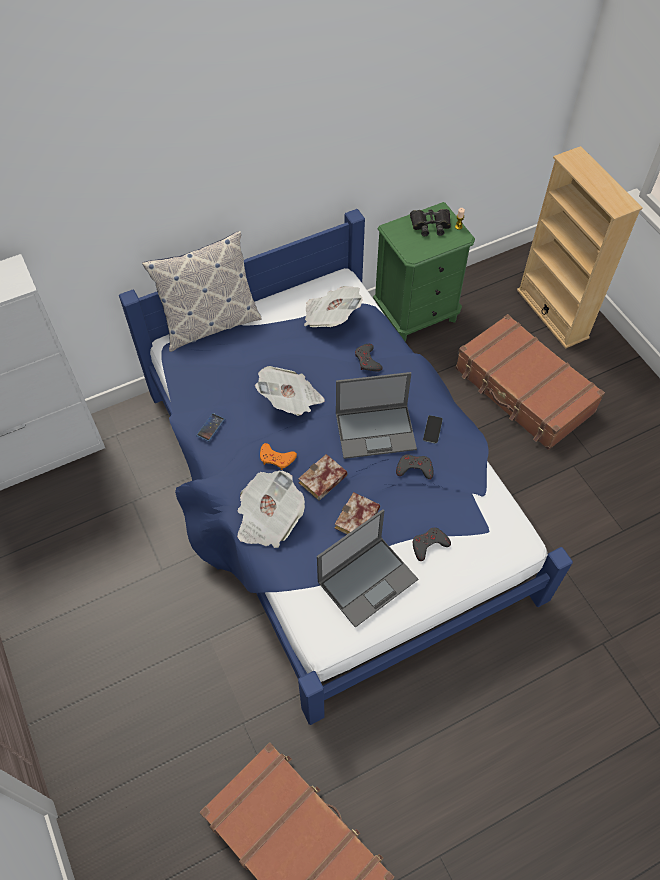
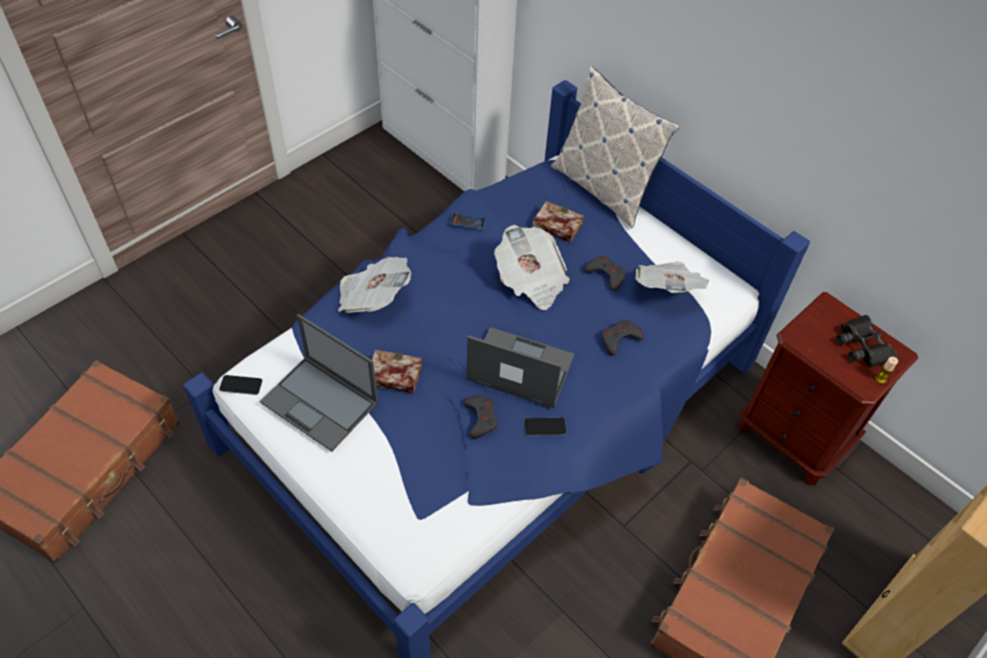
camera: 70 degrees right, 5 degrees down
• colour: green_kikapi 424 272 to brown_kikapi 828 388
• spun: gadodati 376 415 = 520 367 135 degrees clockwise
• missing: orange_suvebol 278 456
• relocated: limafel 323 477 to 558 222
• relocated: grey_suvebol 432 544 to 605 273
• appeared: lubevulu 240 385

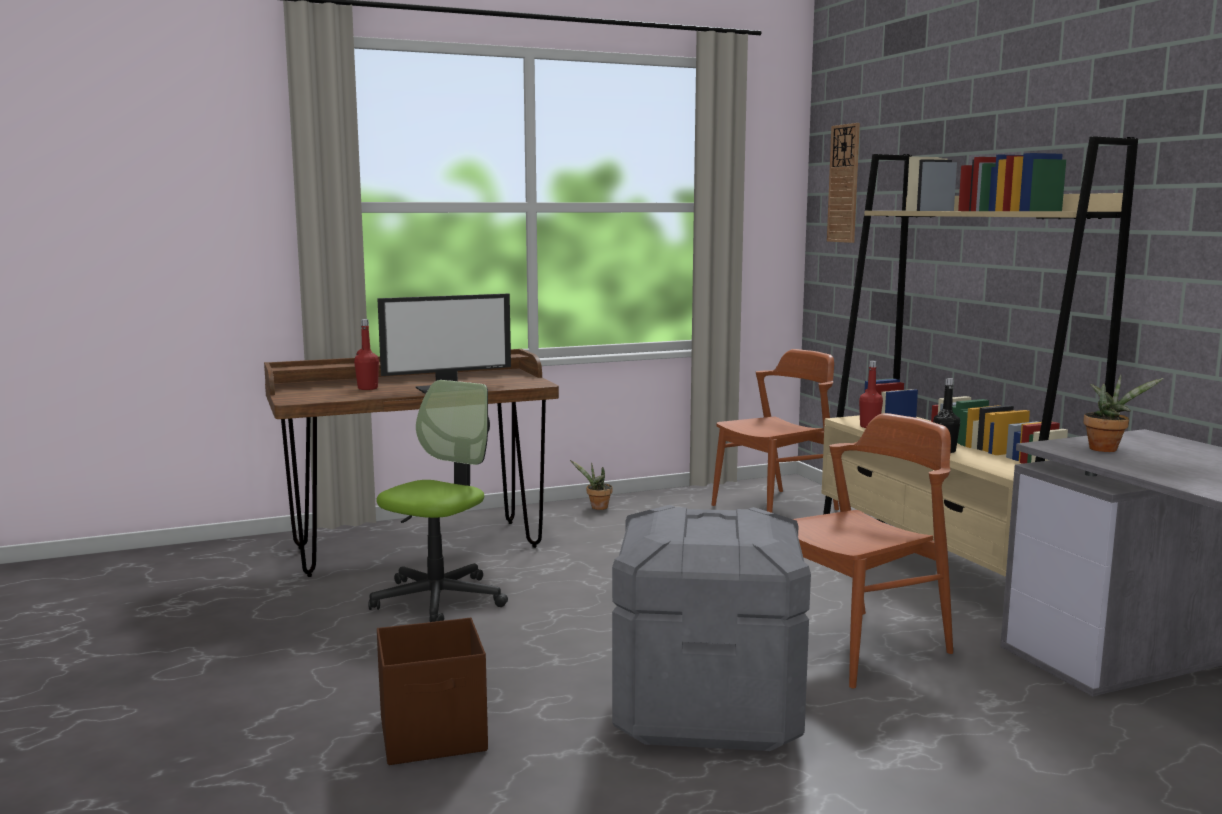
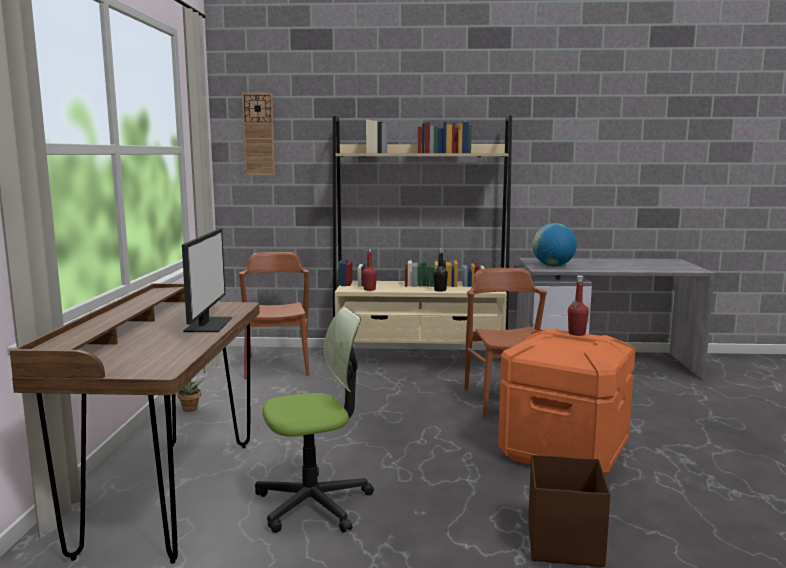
camera: 65 degrees left, 0 degrees up
• relocated: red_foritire 366 354 to 578 306
• exchanged: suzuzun 1124 413 to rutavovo 554 244
• spun: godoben 438 501 = 314 420 105 degrees clockwise
• colour: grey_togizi 711 628 to orange_togizi 566 402

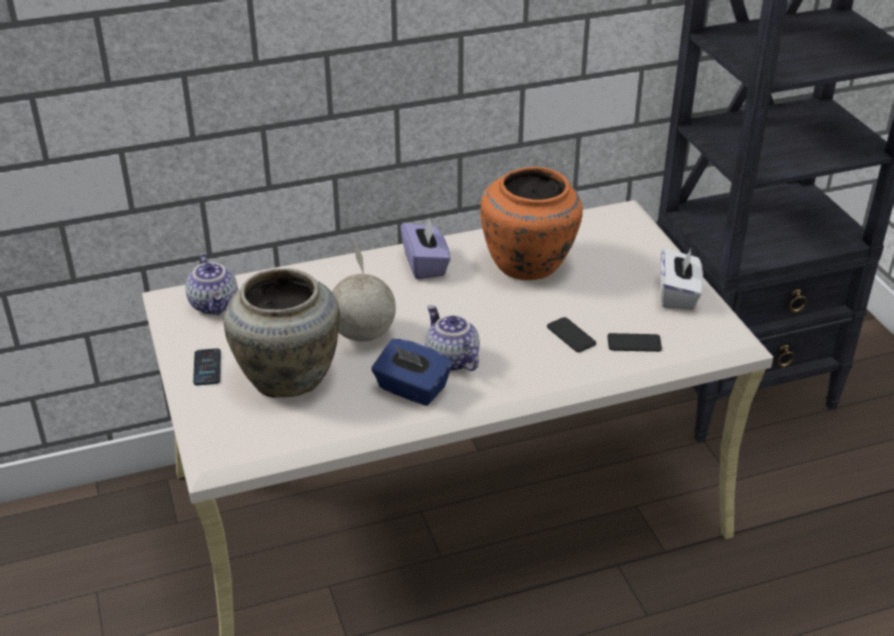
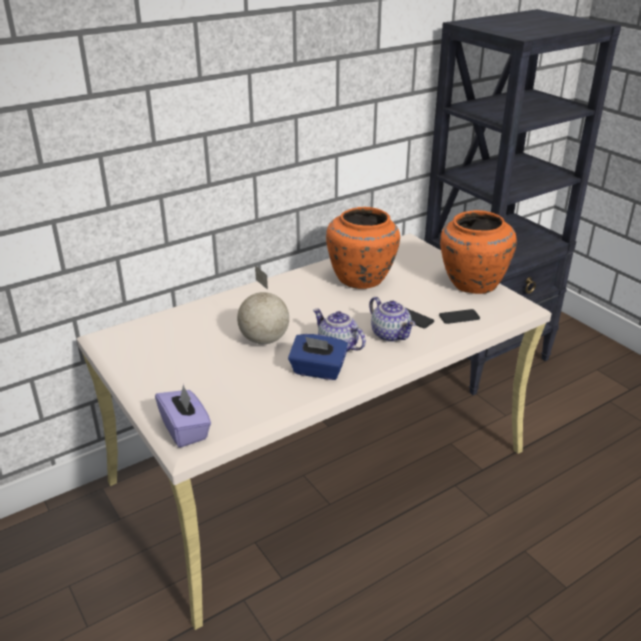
camera: 15 degrees left, 5 degrees down
• relocated: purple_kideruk 425 248 to 183 416
• exchanged: white_kideruk 681 278 to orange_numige 478 252
• relocated: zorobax 211 284 to 392 319
• missing: beige_numige 282 333
• missing: lubevulu 207 366

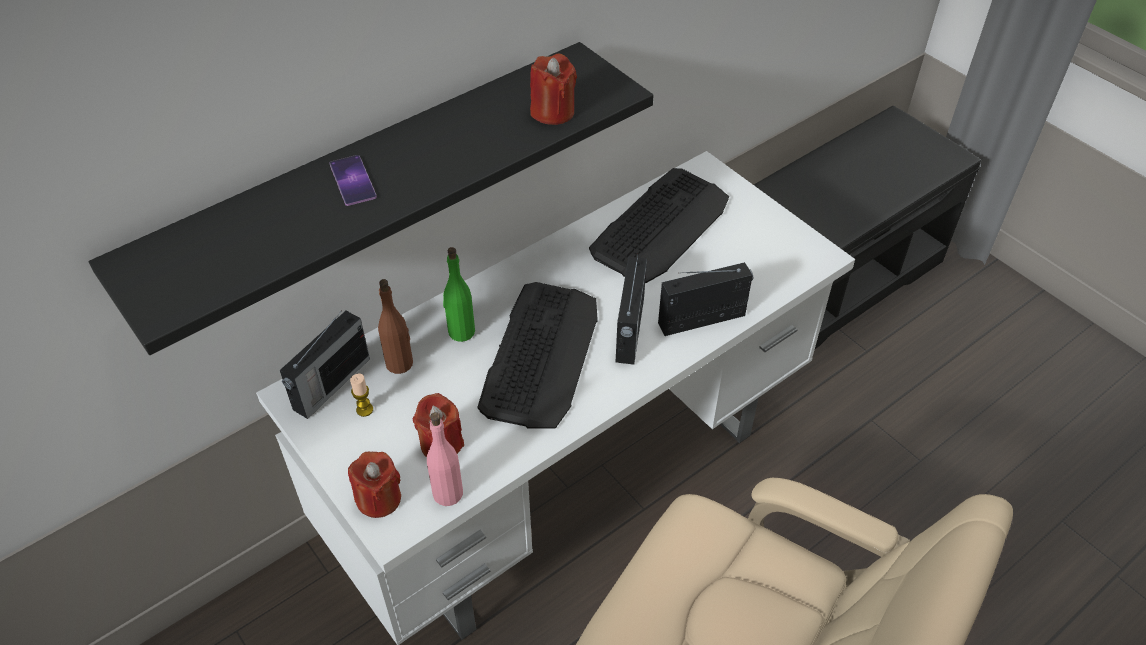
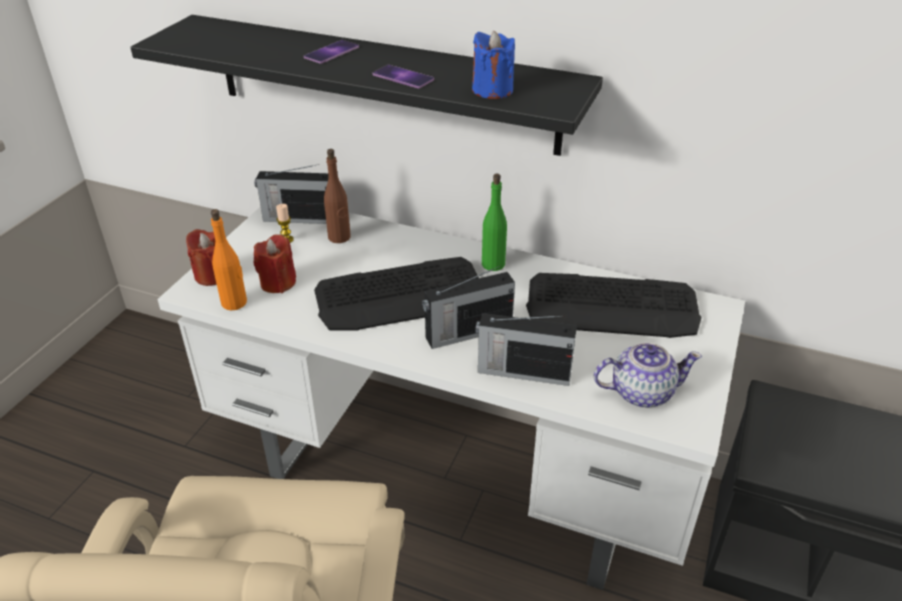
camera: 60 degrees right, 10 degrees down
• colour: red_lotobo 553 89 to blue_lotobo 493 65
• relocated: green_foritire 459 294 to 494 222
• spun: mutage 705 299 = 526 349 150 degrees clockwise
• colour: pink_foritire 445 459 to orange_foritire 229 259
• appeared: lubevulu 403 76
• appeared: zorobax 648 375

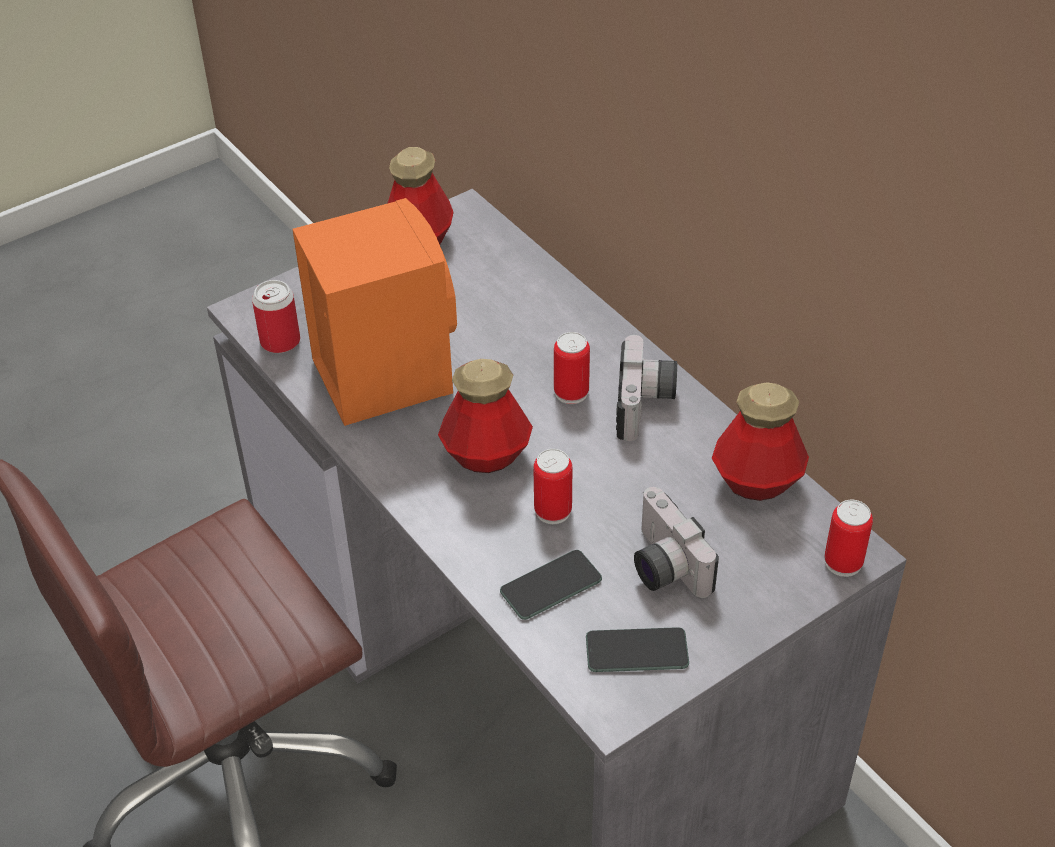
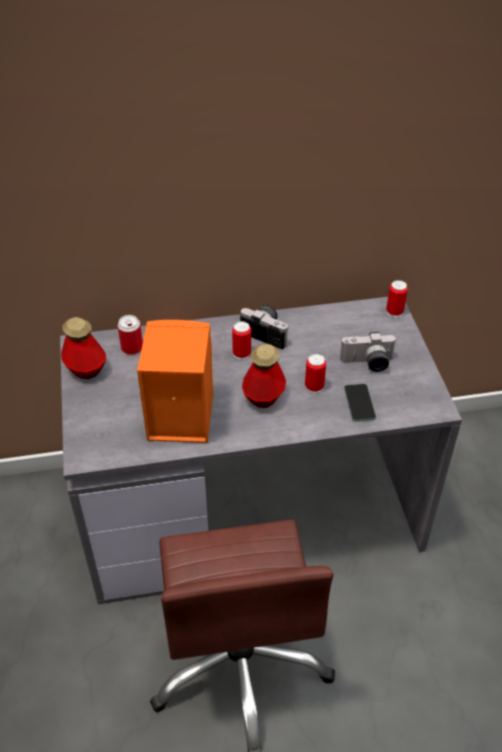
camera: 65 degrees left, 0 degrees up
• relocated: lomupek 276 316 to 130 335
• missing: foritire 760 442
• missing: lubevulu 637 649

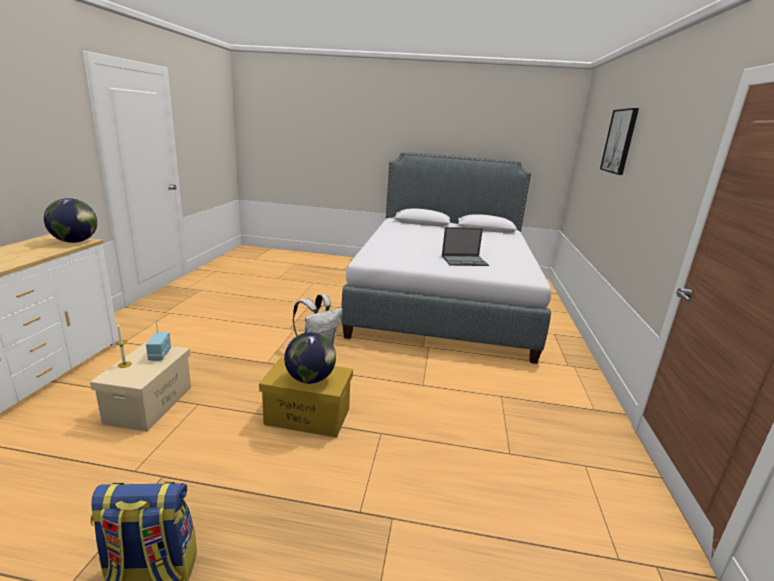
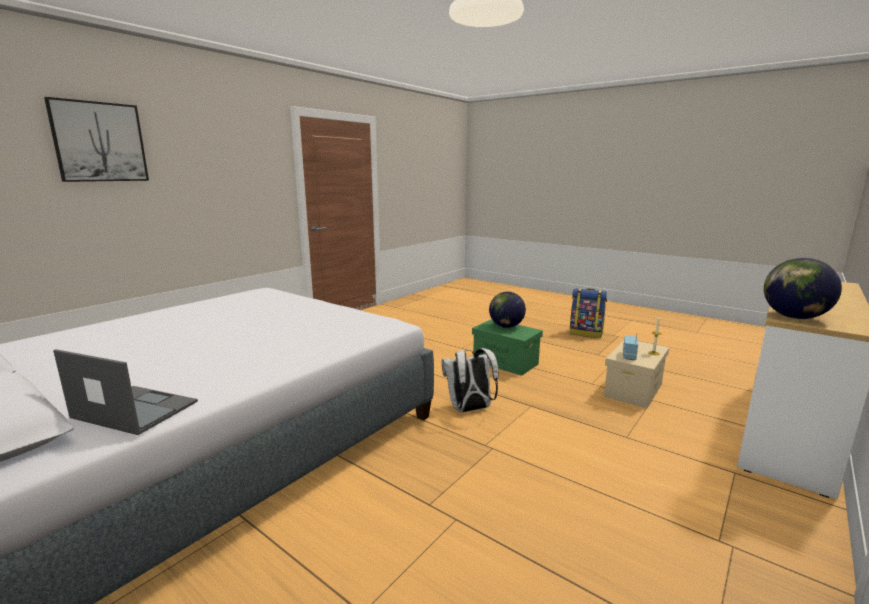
camera: 150 degrees left, 5 degrees down
• relocated: gadodati 465 246 to 125 392
• colour: yellow_togizi 306 398 to green_togizi 507 347

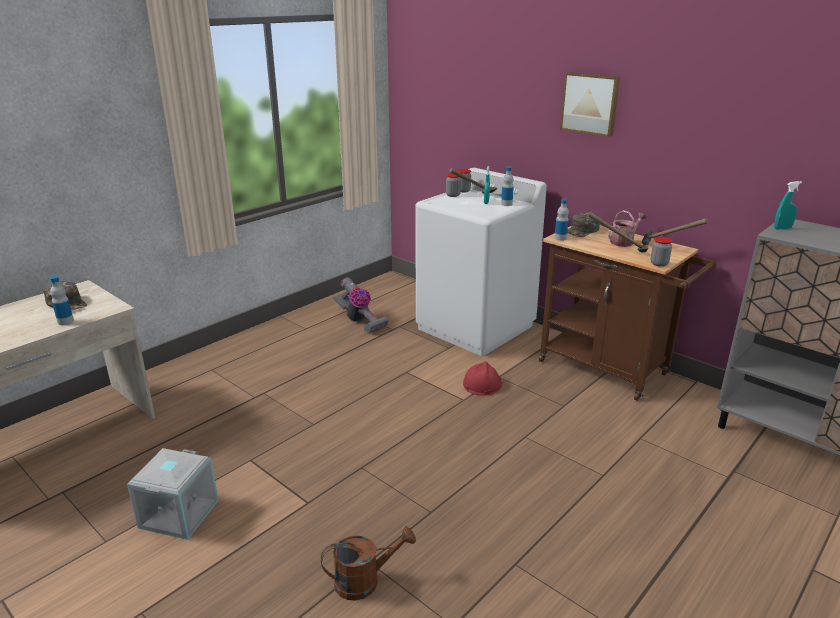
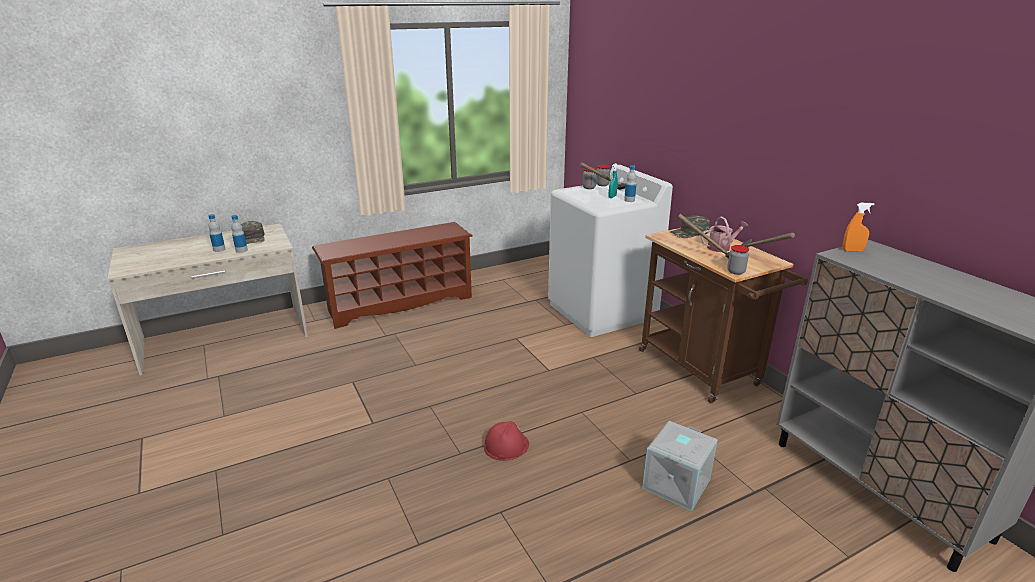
camera: 20 degrees right, 0 degrees up
• missing: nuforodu 590 104
• colour: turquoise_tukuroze 788 205 to orange_tukuroze 858 227
• relocated: foritire 561 220 to 216 233
• missing: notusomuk 361 305
• relocated: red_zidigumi 482 379 to 506 441
• relocated: grey_togizi 173 494 to 680 466
• missing: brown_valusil 368 563
• appeared: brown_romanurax 392 275

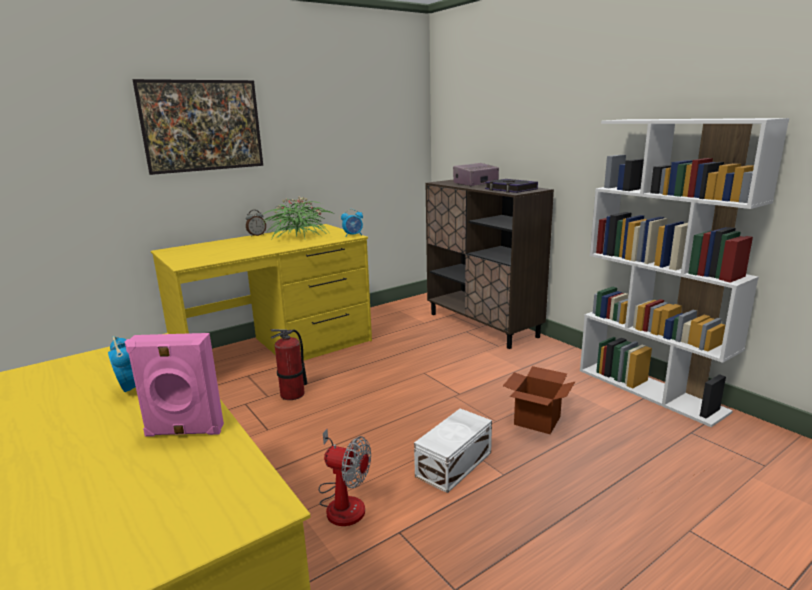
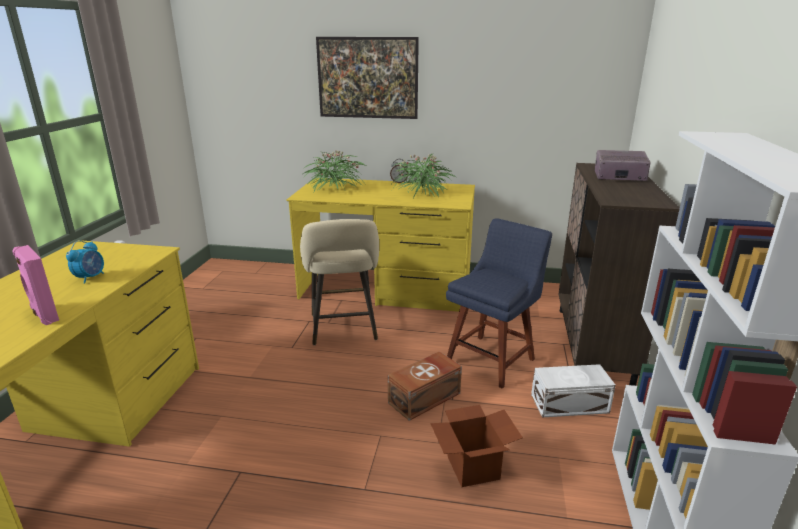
camera: 45 degrees right, 5 degrees up
• missing: limafel 511 186
• missing: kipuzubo 352 223
• exchanged: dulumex 289 364 to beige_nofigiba 339 282
• relocated: white_togizi 453 451 to 573 391
• missing: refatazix 345 477
• appeared: suzuzun 335 170
• appeared: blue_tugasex 499 303
• appeared: brown_togizi 425 386

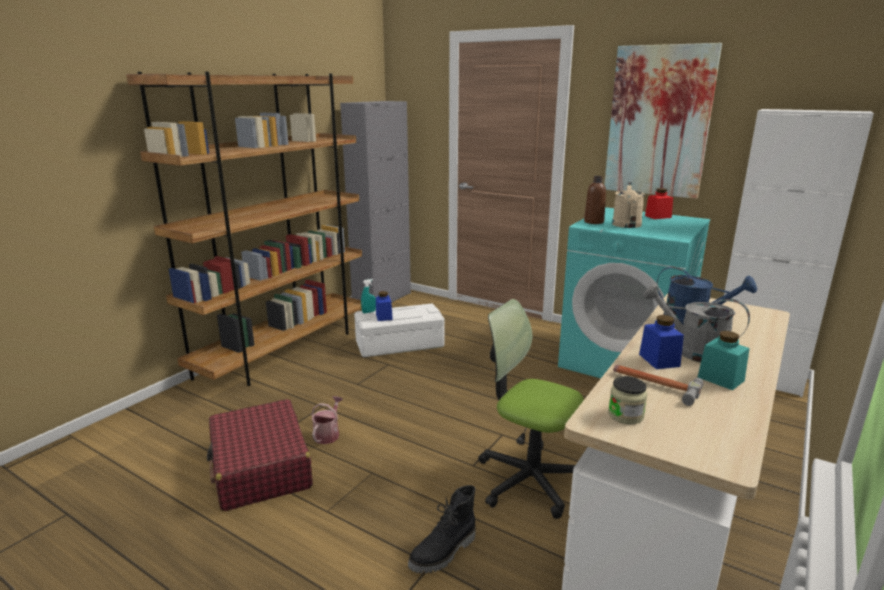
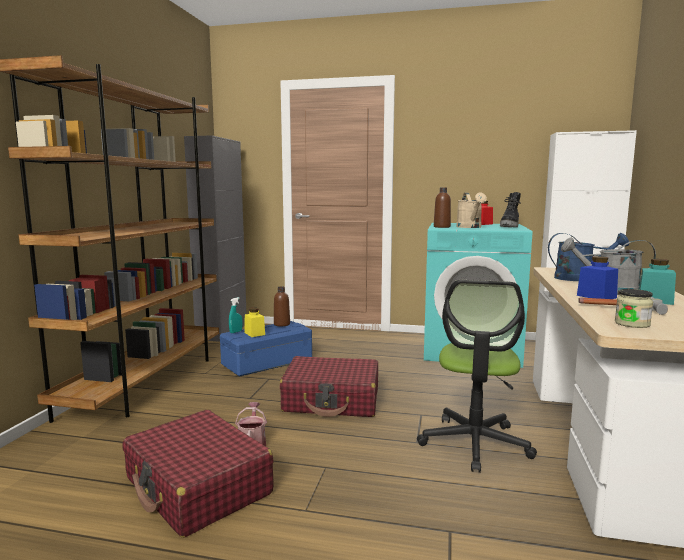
camera: 20 degrees left, 10 degrees down
• missing: nuforodu 663 121
• colour: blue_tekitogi 384 306 to yellow_tekitogi 255 322
• spun: godoben 531 409 = 477 376 90 degrees counterclockwise
• colour: white_togizi 399 330 to blue_togizi 266 349
• relocated: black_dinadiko 442 529 to 510 209
• appeared: brown_foritire 282 306
• appeared: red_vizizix 328 386

